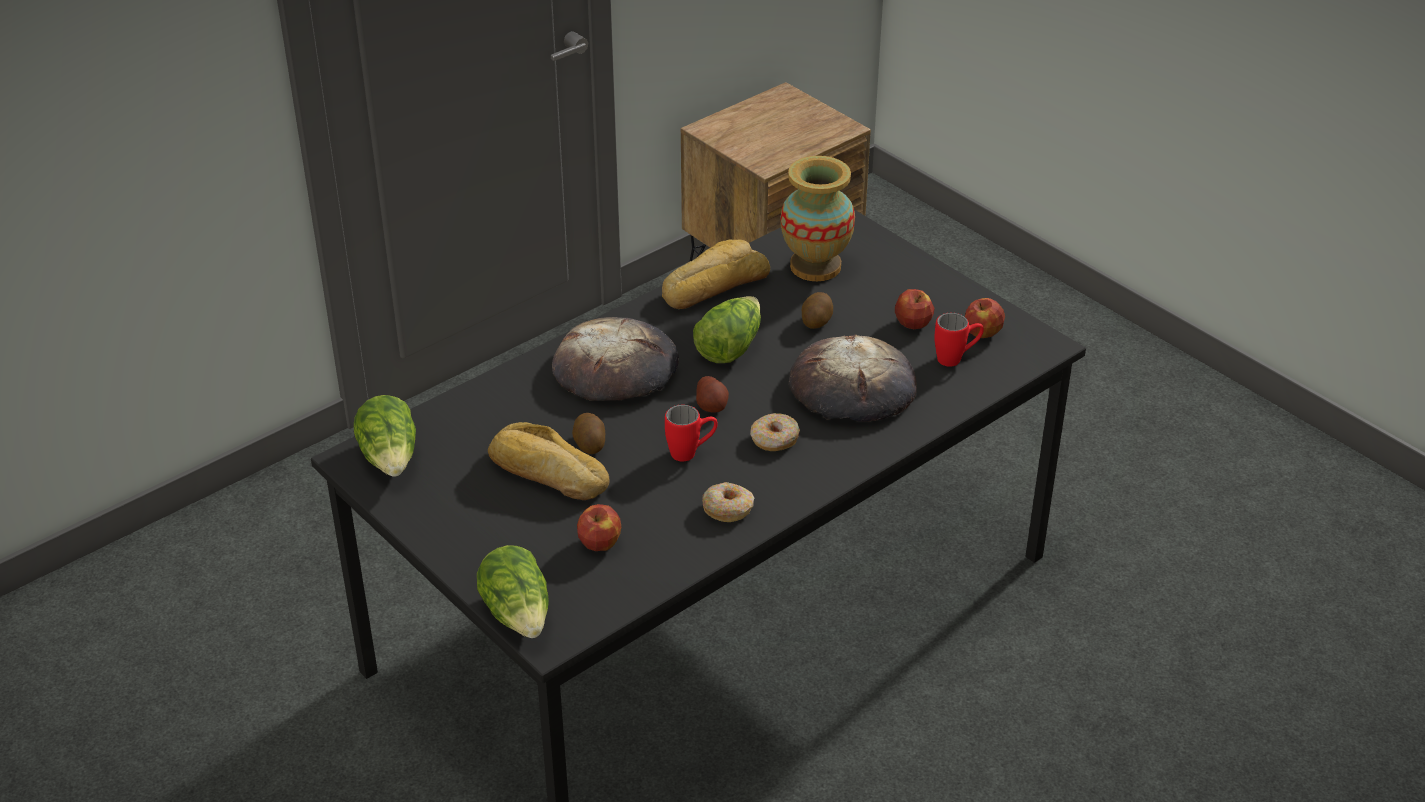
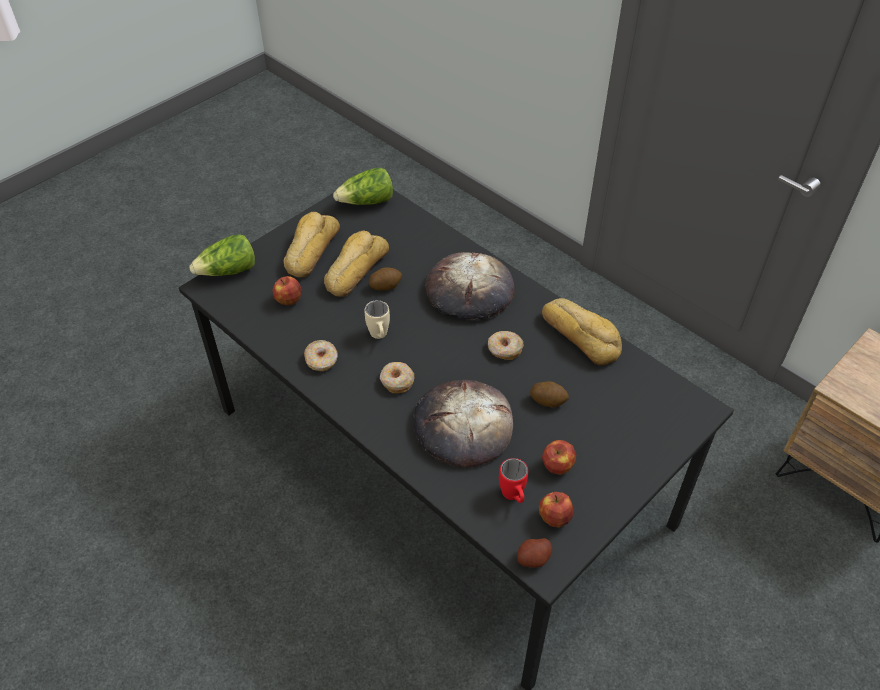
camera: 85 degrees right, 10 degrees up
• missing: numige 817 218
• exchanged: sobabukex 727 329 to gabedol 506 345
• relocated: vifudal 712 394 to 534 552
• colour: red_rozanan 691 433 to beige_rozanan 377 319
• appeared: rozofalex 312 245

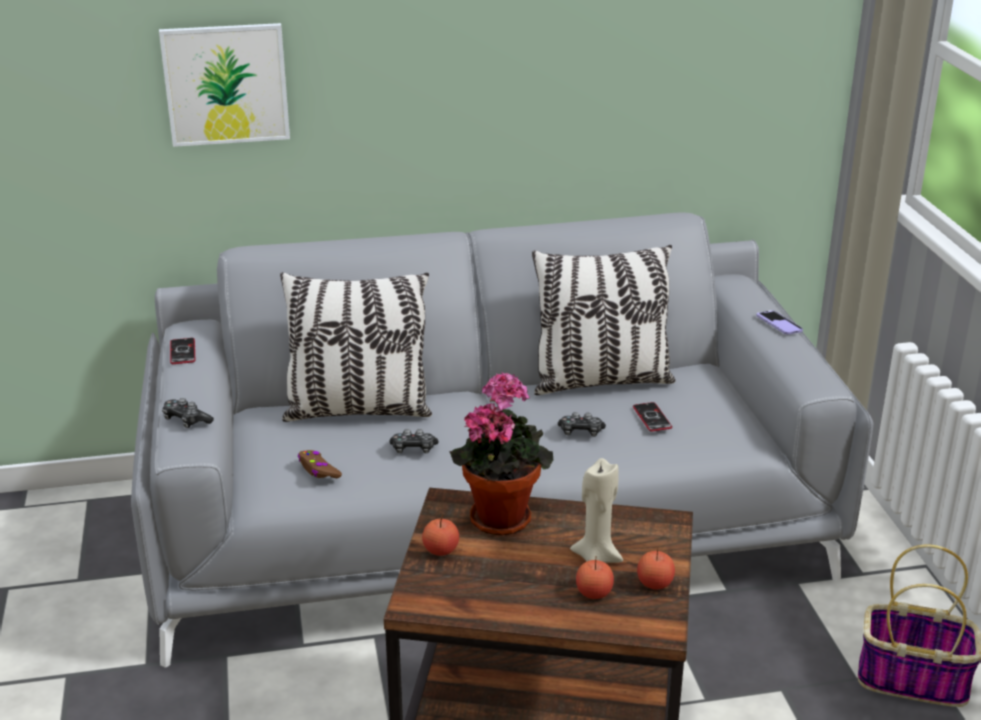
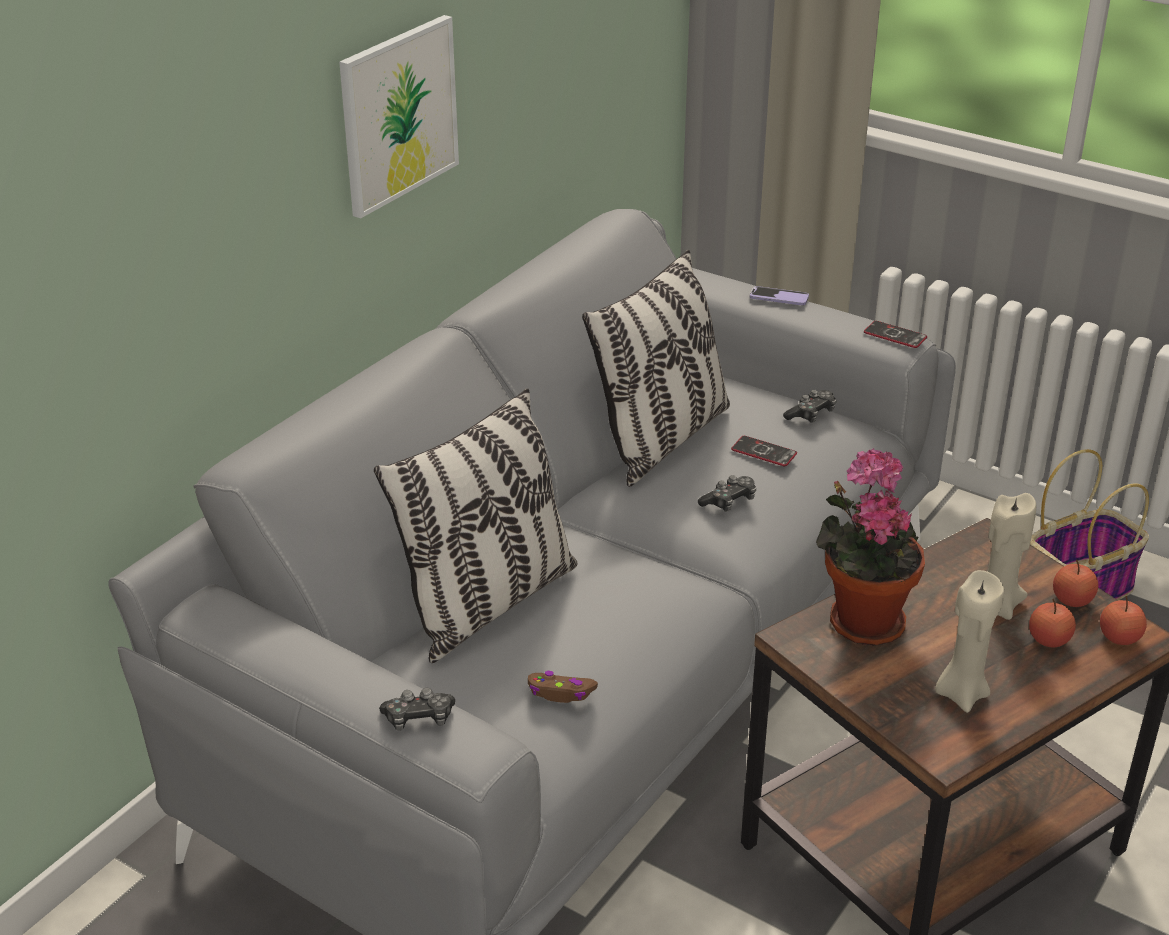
camera: 45 degrees left, 5 degrees up
• relocated: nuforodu 224 85 to 399 116
• relocated: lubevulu 182 351 to 895 334
• relocated: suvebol 414 441 to 809 406
• relocated: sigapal 440 535 to 1123 620
• appeared: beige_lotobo 969 641

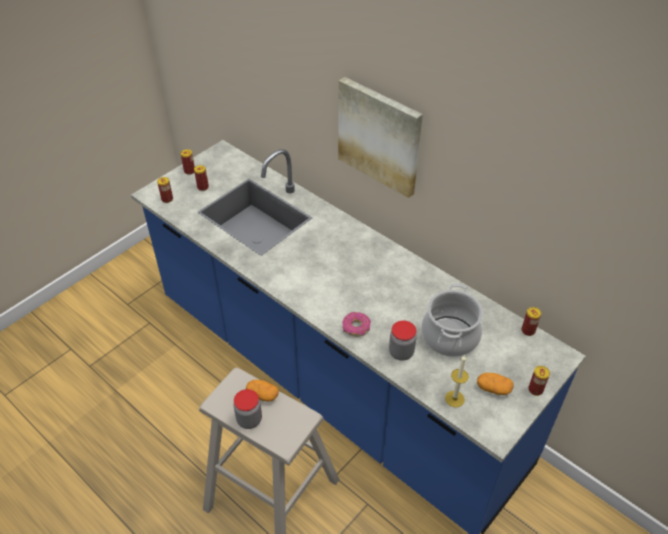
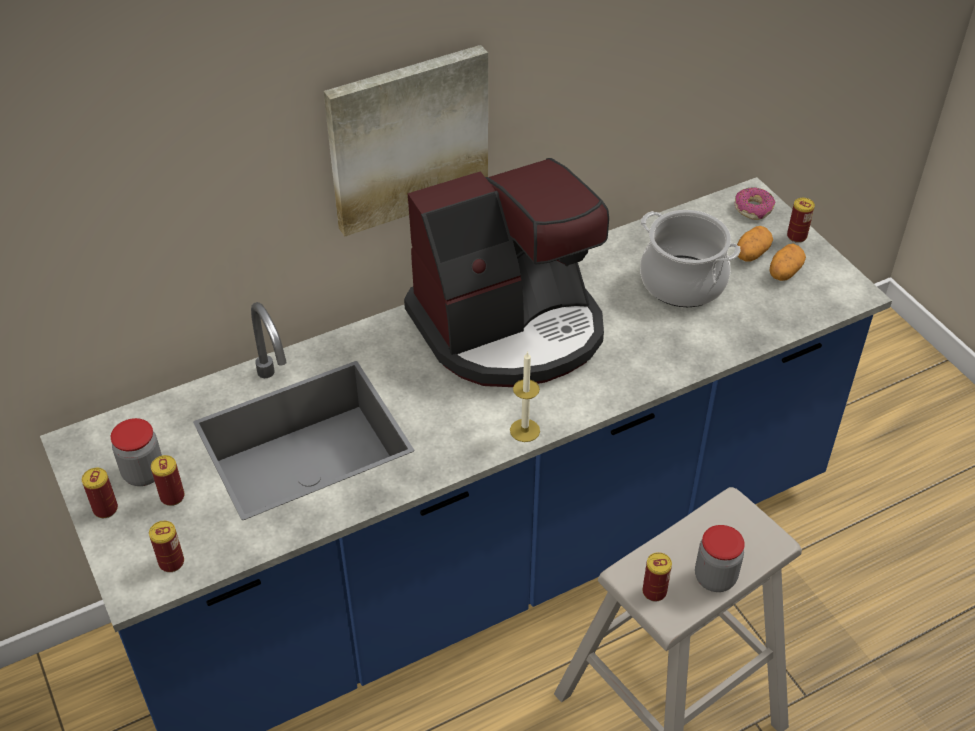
camera: 70 degrees left, 0 degrees up
• relocated: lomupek 531 321 to 657 577
• relocated: gabedol 356 324 to 755 203
• relocated: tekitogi 403 340 to 136 452
• relocated: lotobo 457 381 to 525 396
• relocated: vifudal 262 390 to 755 244
• appeared: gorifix 506 272

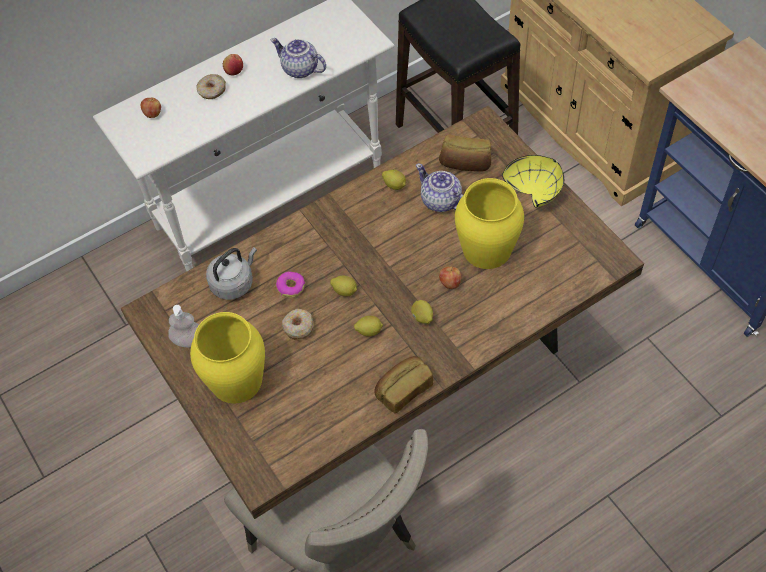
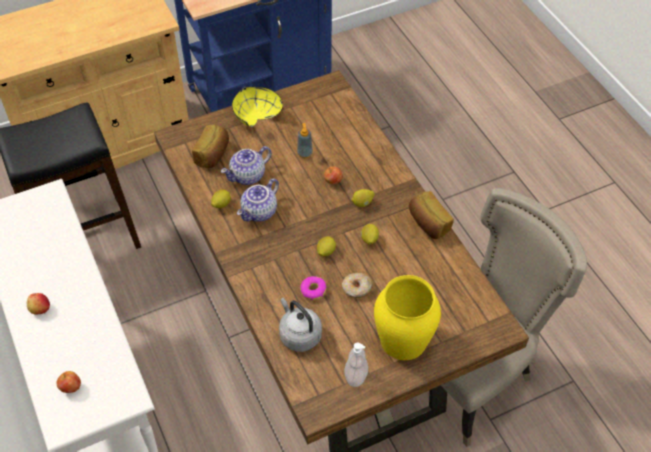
camera: 85 degrees left, 5 degrees down
• relocated: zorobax 298 58 to 258 200
• missing: gabedol 211 86
• exchanged: yellow_numige 489 223 to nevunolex 305 140

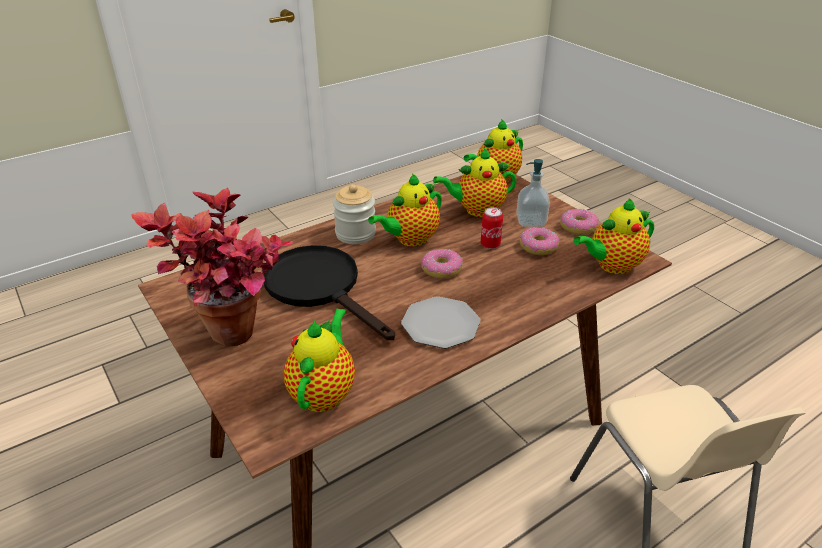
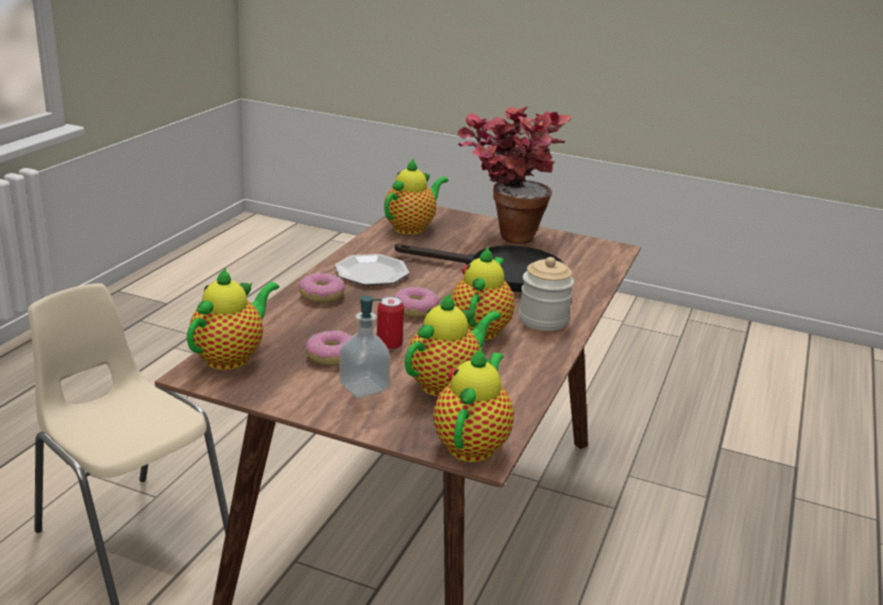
camera: 145 degrees right, 10 degrees down
• relocated: gabedol 579 222 to 322 288
• spun: zorobax 319 360 = 416 197 120 degrees counterclockwise

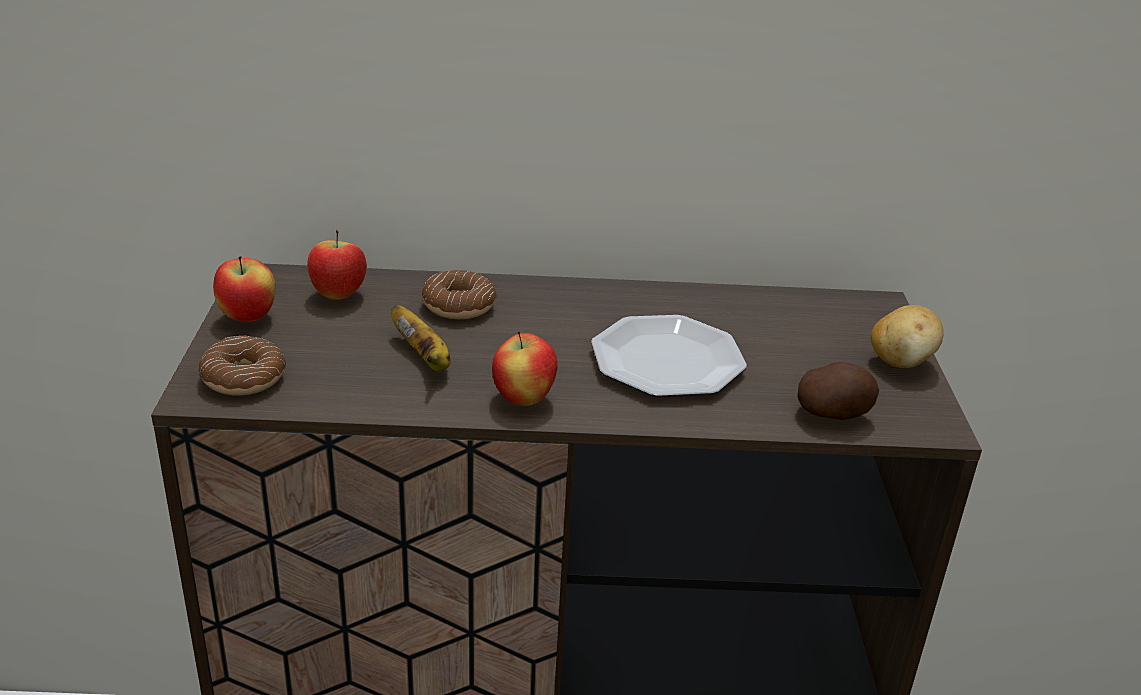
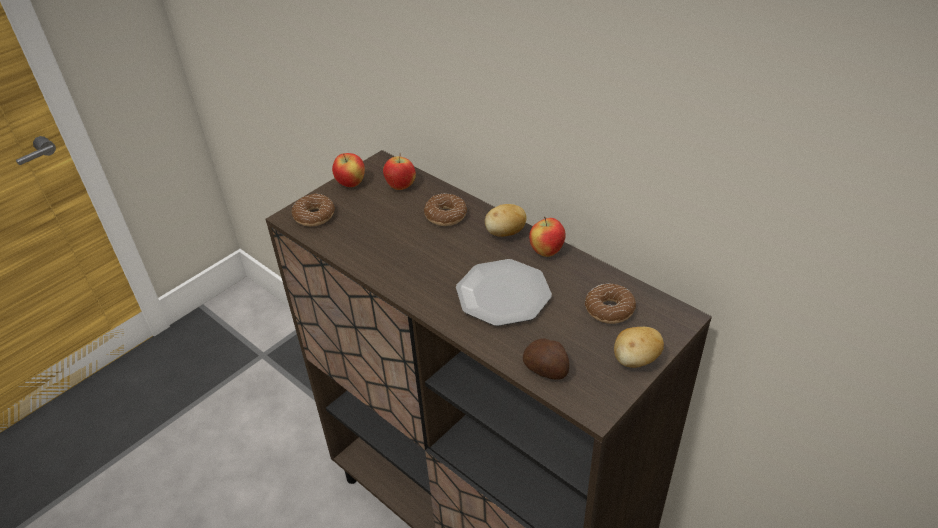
camera: 45 degrees right, 10 degrees up
• missing: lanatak 421 338
• relocated: sigapal 525 368 to 547 237
• appeared: vifudal 505 220
• appeared: gabedol 610 304

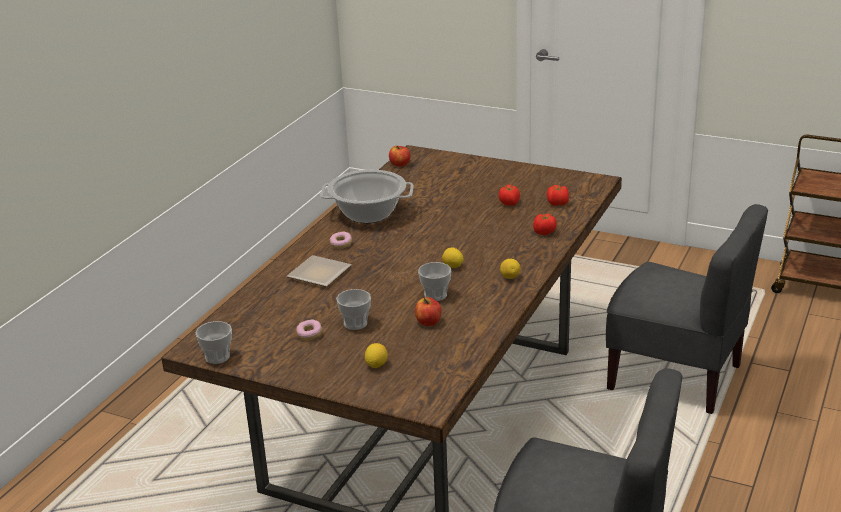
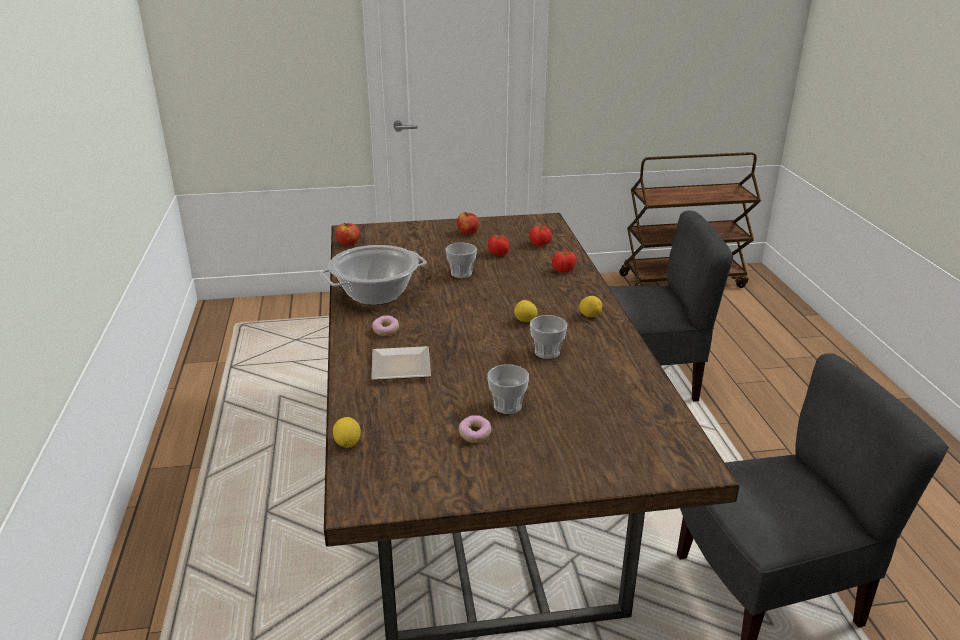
camera: 35 degrees left, 0 degrees up
• relocated: sigapal 428 311 to 468 223
• relocated: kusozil 213 342 to 461 260
• relocated: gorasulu 376 355 to 347 432

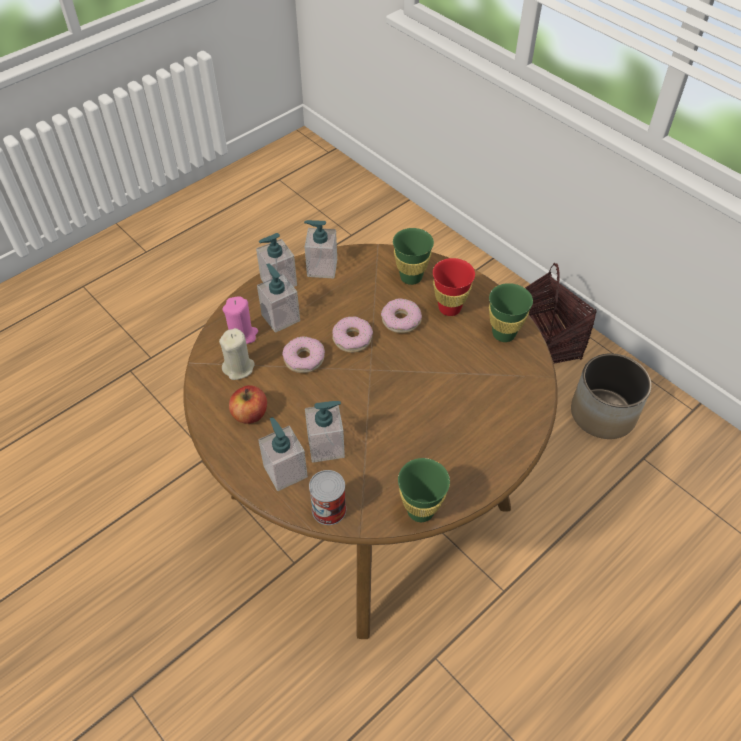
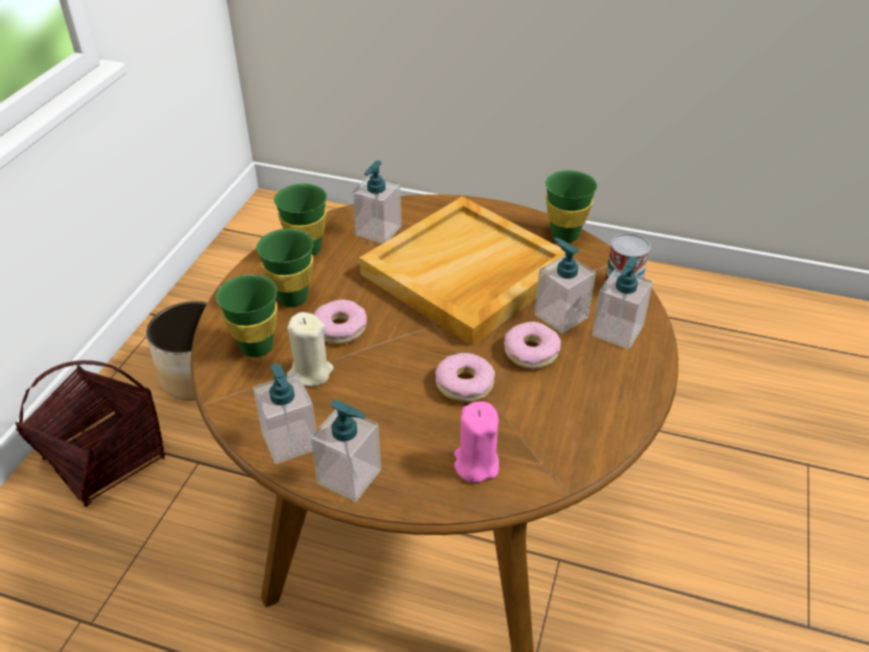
camera: 120 degrees left, 10 degrees down
• colour: red_kusozil 454 287 to green_kusozil 285 268
• relocated: nevunolex 278 298 to 377 202
• relocated: gabedol 352 334 to 532 345
• relocated: beige_lotobo 237 354 to 310 349
• missing: sigapal 248 404
• appeared: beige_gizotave 466 271

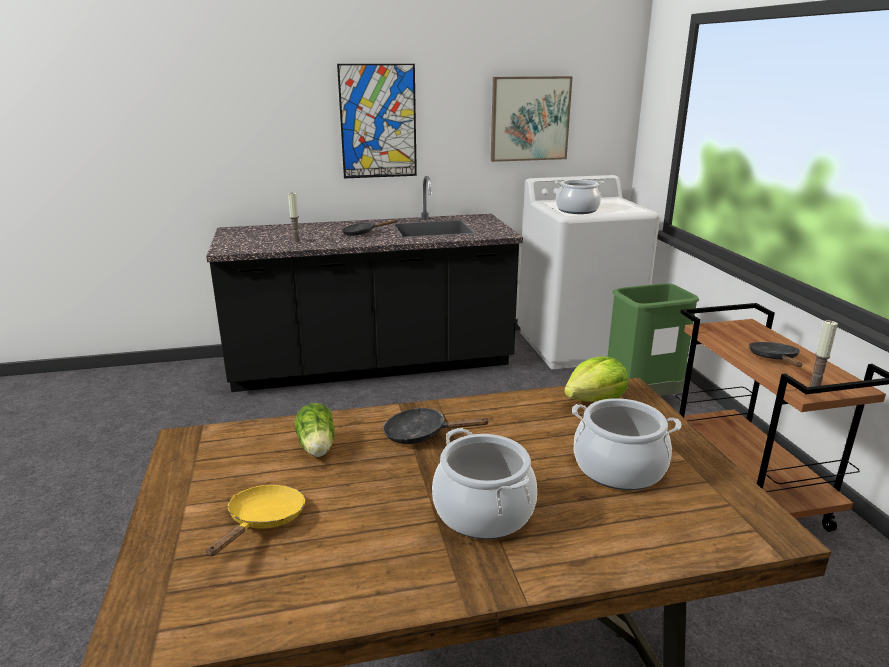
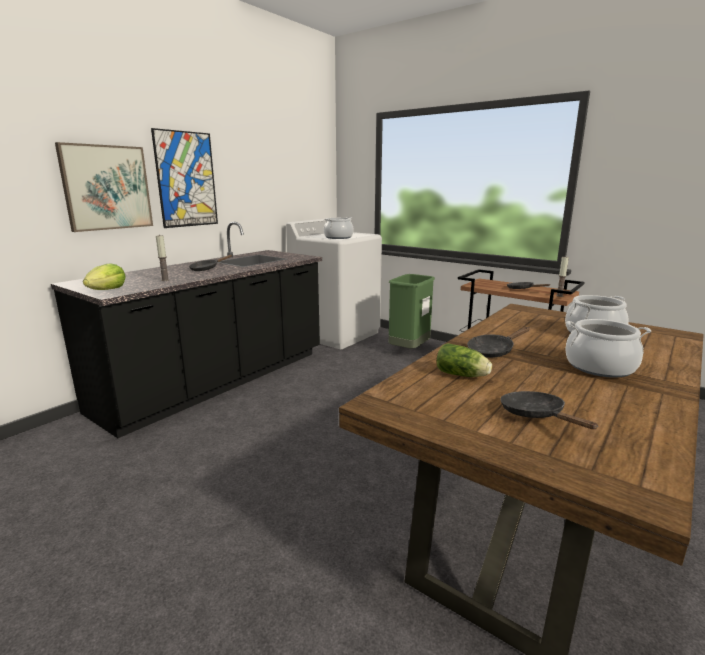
camera: 40 degrees left, 5 degrees down
• relocated: nuforodu 532 119 to 104 187
• relocated: sobabukex 596 379 to 104 276
• colour: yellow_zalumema 255 520 to black_zalumema 549 410

